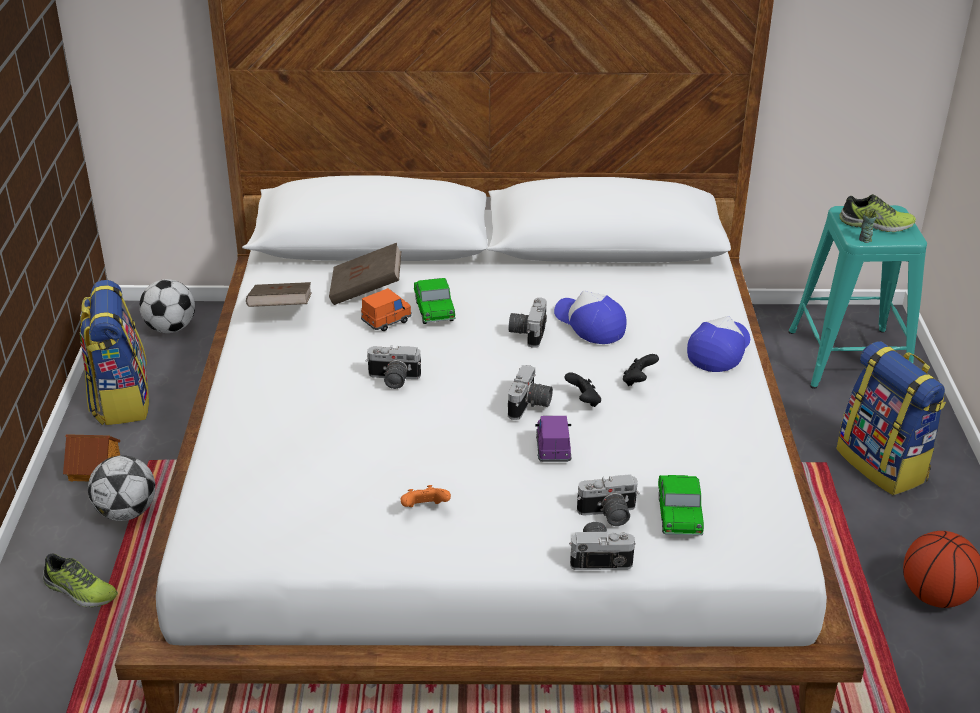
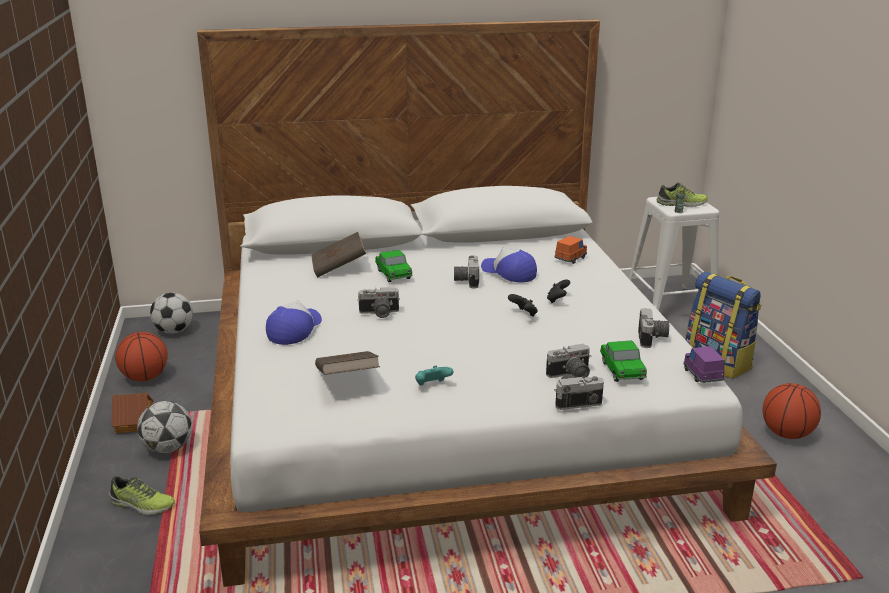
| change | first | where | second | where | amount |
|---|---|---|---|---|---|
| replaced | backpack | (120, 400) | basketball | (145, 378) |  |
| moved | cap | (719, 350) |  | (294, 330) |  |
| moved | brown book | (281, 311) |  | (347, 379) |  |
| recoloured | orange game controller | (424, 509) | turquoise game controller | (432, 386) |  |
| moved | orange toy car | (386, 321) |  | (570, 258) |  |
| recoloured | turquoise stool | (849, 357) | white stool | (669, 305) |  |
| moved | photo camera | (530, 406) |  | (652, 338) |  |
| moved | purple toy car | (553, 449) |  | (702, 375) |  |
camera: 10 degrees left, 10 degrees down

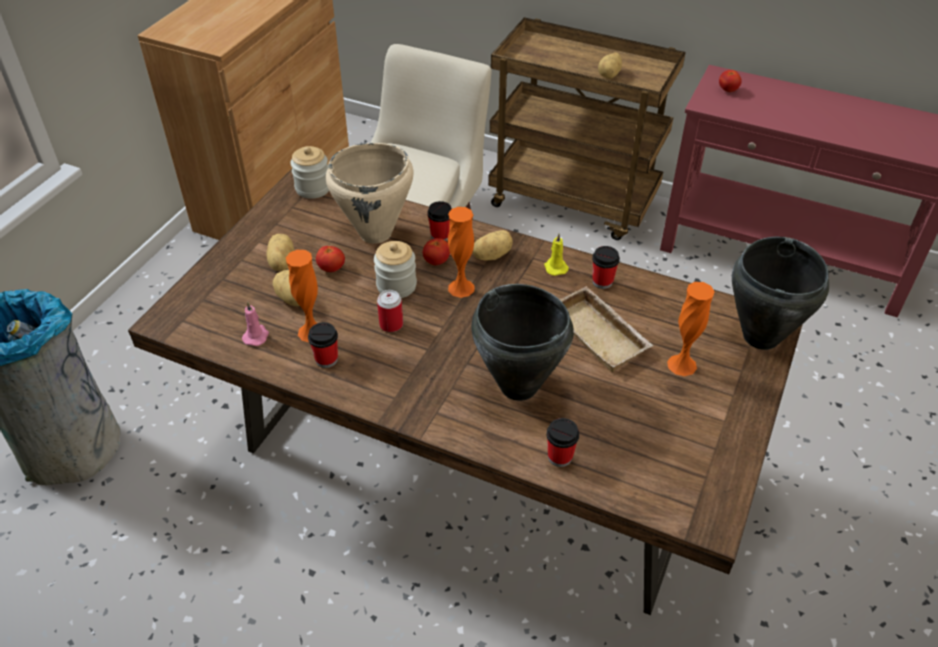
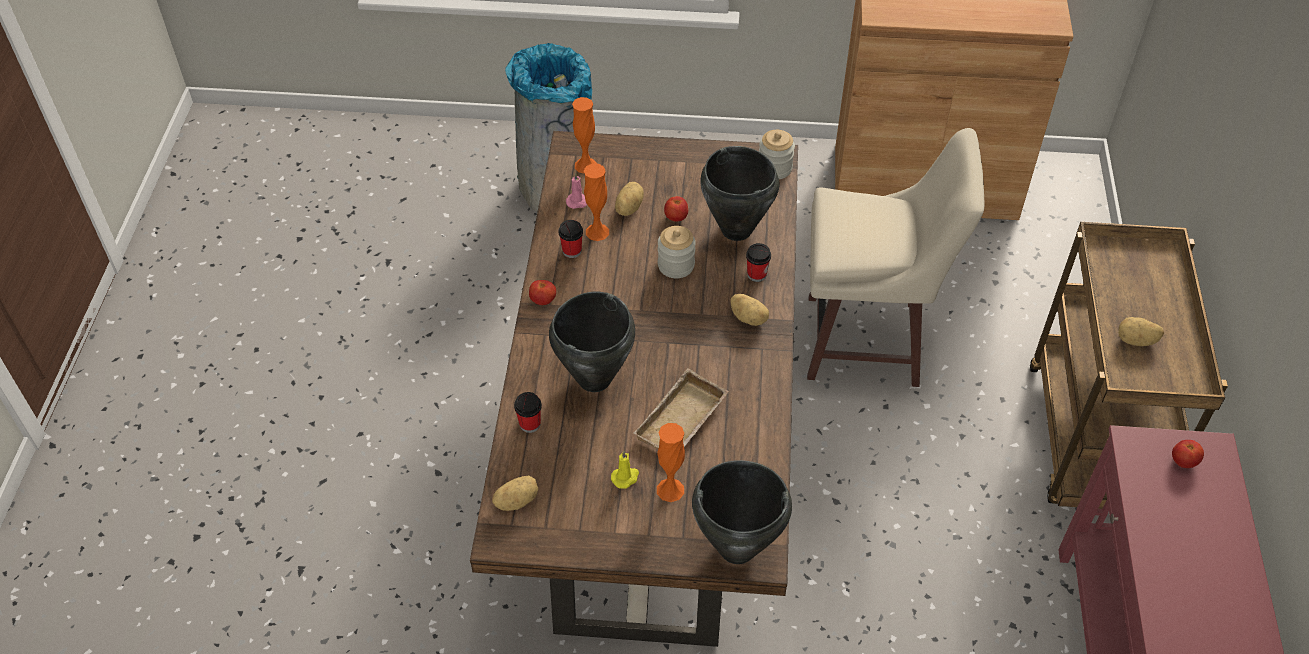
| change | first | where | second | where | amount |
|---|---|---|---|---|---|
| moved | potato | (281, 263) |  | (516, 500) |  |
| moved | tomato | (436, 261) |  | (543, 300) |  |
| moved | orange vase | (461, 288) |  | (586, 165) |  |
| moved | yellow candle | (555, 267) |  | (625, 477) |  |
| recoloured | beige cooking pot | (376, 233) | black cooking pot | (736, 230) |  |
| removed | can | (391, 324) |  |  |  |
| removed | cup | (602, 282) |  |  |  |
camera: 70 degrees right, 5 degrees up

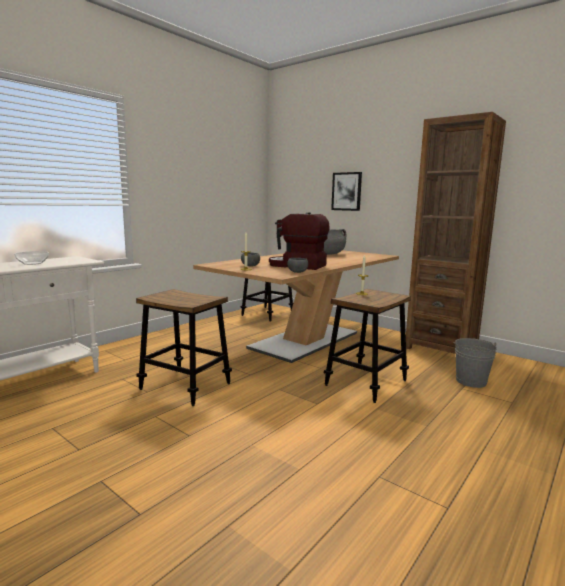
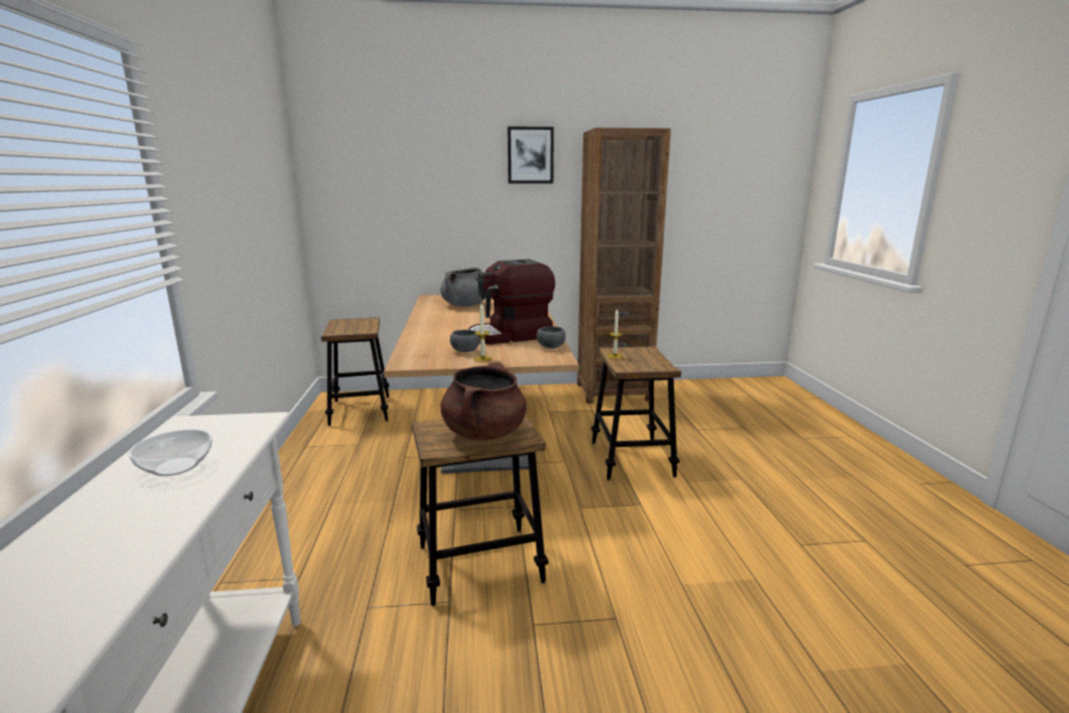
| change | first | where | second | where | amount |
|---|---|---|---|---|---|
| added |  |  | brown cooking pot | (484, 433) |  |
| moved | picture | (346, 191) |  | (530, 155) |  |
| removed | grey bucket | (471, 381) |  |  |  |
camera: 45 degrees left, 5 degrees up

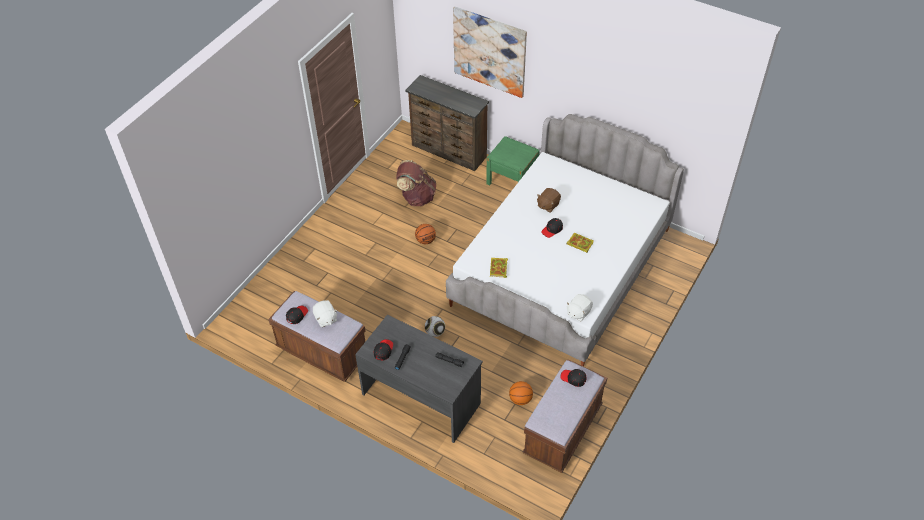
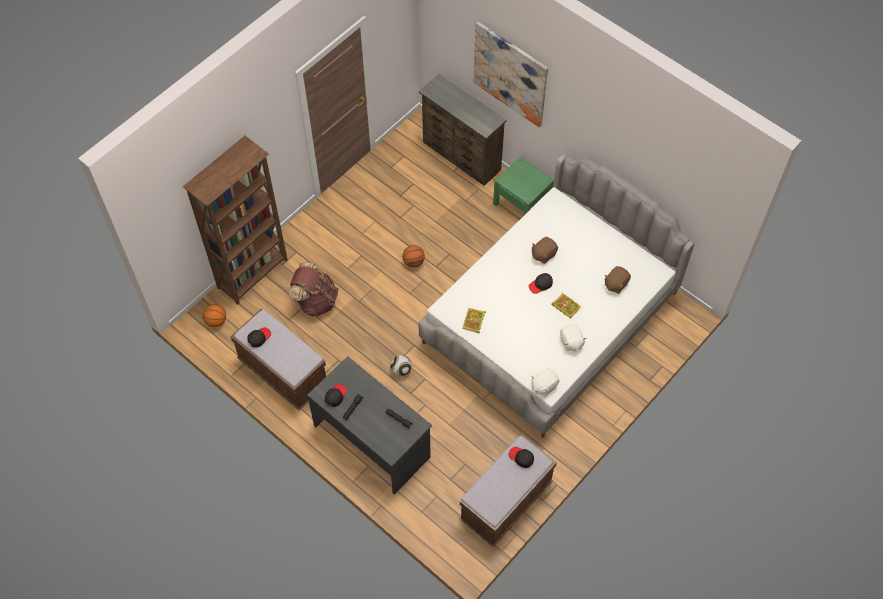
| change | first | where | second | where | amount |
|---|---|---|---|---|---|
| added |  |  | brown bookcase | (253, 274) |  |
| moved | basketball | (520, 399) |  | (216, 321) |  |
| moved | brown backpack | (416, 197) |  | (316, 301) |  |
| moved | white plush toy | (325, 319) |  | (571, 342) |  |
| added |  |  | brown plush toy | (615, 284) |  |
camera: 10 degrees right, 10 degrees up

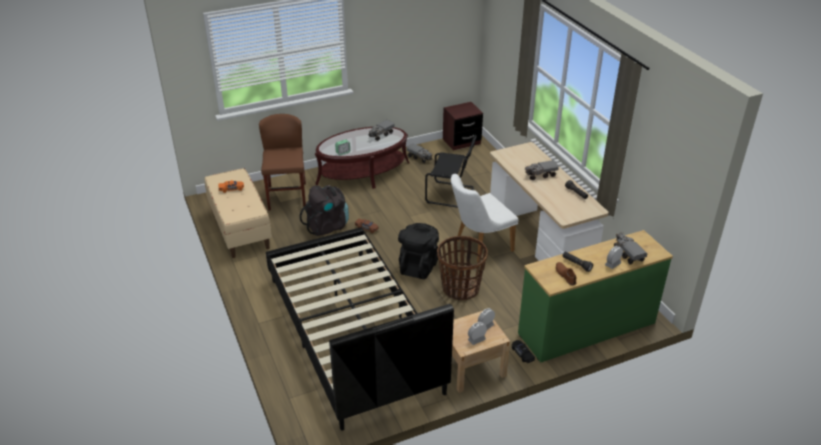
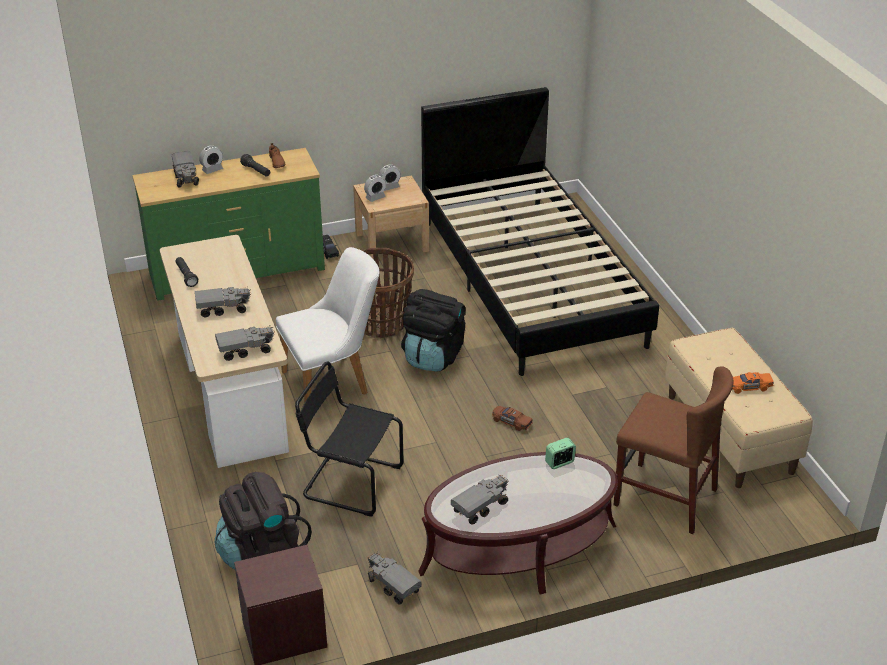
| change | first | where | second | where | amount |
|---|---|---|---|---|---|
| added |  |  | toy truck | (245, 350) |  |
| moved | black backpack | (327, 226) |  | (261, 552) |  |
| turned | brown chair | (287, 196) |  | (665, 497) | 60 degrees counterclockwise |
camera: 175 degrees left, 0 degrees up

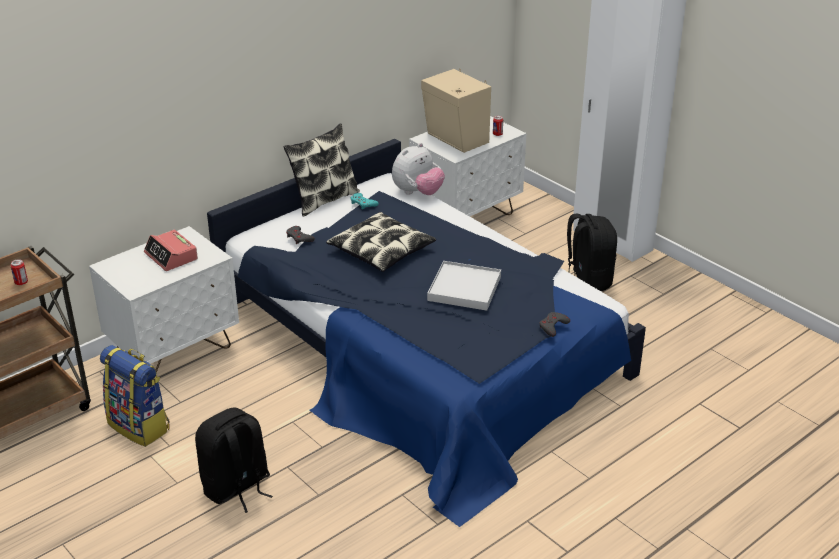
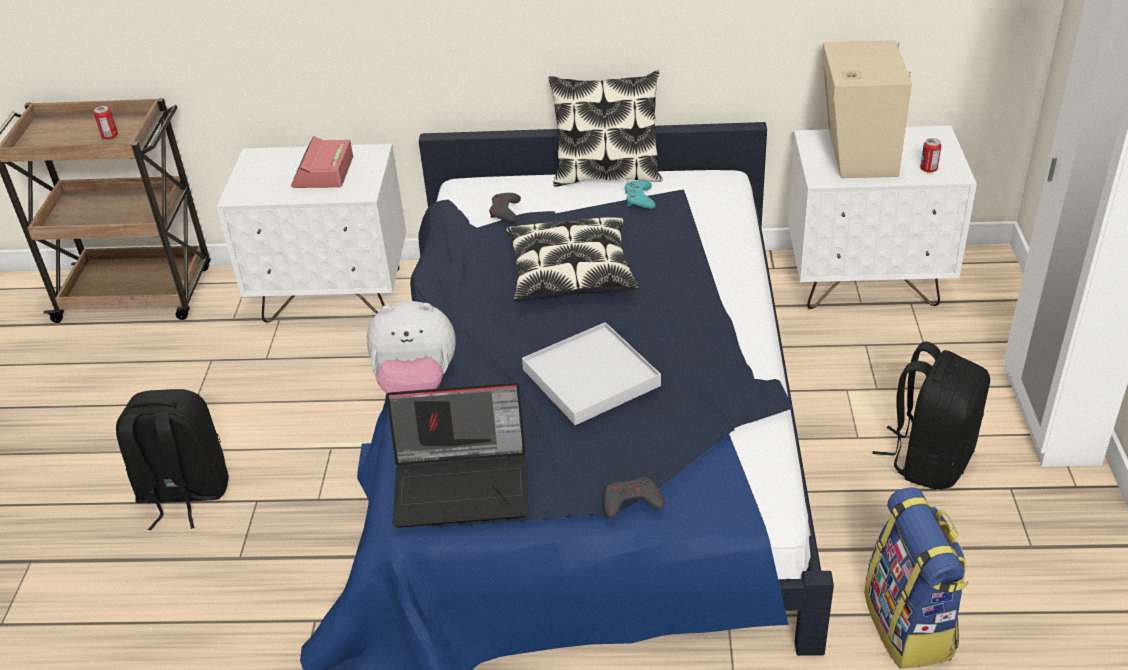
| change | first | where | second | where | amount |
|---|---|---|---|---|---|
| moved | plush toy | (417, 193) |  | (416, 386) |  |
| added |  |  | laptop | (463, 483) |  |
| moved | backpack | (140, 426) |  | (910, 625) |  |
camera: 45 degrees right, 5 degrees up

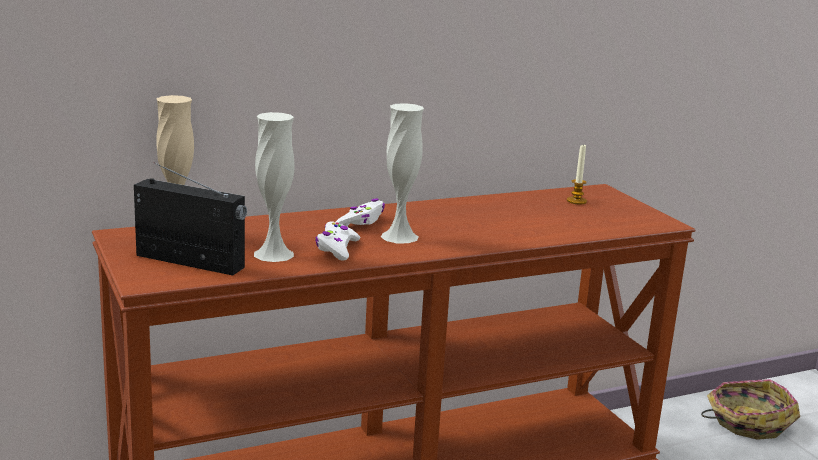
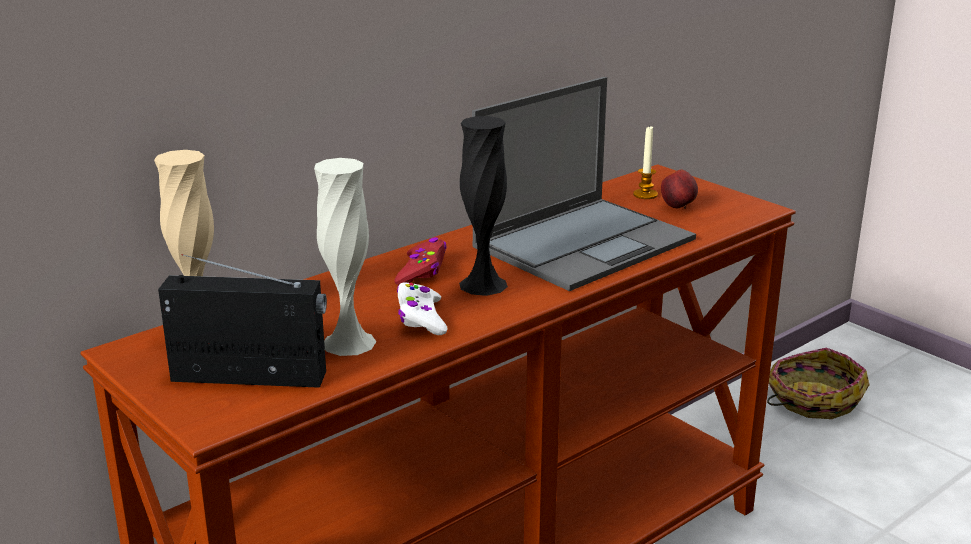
| change | first | where | second | where | amount |
|---|---|---|---|---|---|
| recoloured | white game controller | (361, 222) | red game controller | (422, 271) |  |
| recoloured | white vase | (399, 236) | black vase | (483, 284) |  |
| added |  |  | laptop | (585, 242) |  |
| added |  |  | apple | (678, 207) |  |
camera: 15 degrees left, 5 degrees up

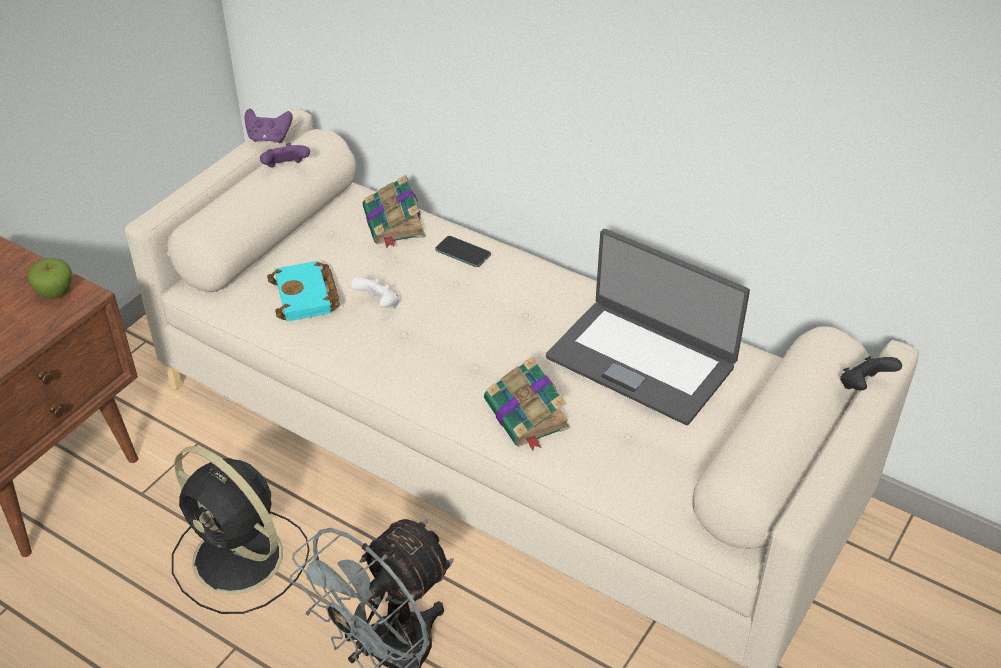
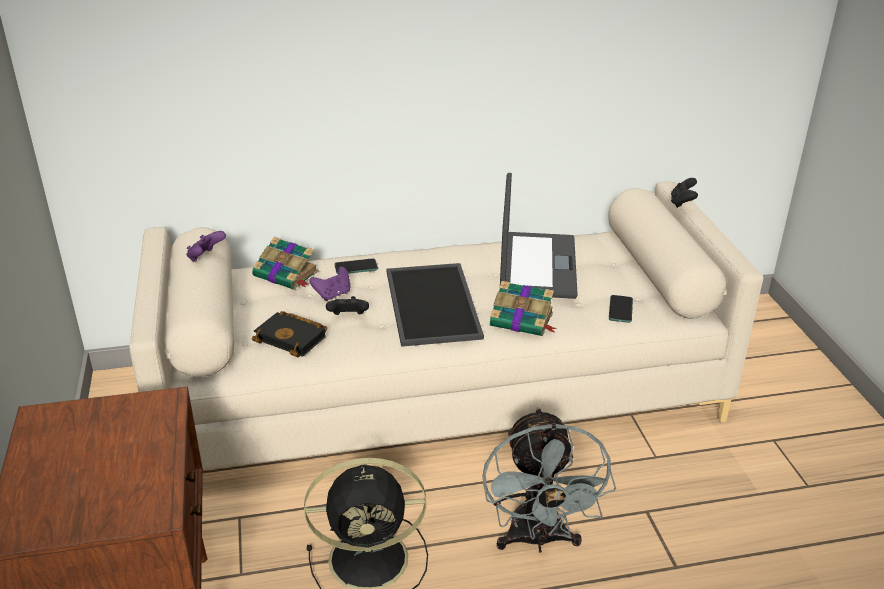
| change | first | where | second | where | amount |
|---|---|---|---|---|---|
| recoloured | turquoise book | (307, 297) | black book | (293, 338) |  |
| moved | purple game controller | (269, 138) |  | (333, 295) |  |
| recoloured | white game controller | (378, 305) | black game controller | (348, 317) |  |
| added |  |  | tray | (435, 304) |  |
| turned | laptop | (642, 360) |  | (536, 265) | 75 degrees counterclockwise |
| added |  |  | phone | (620, 309) |  |
| removed | apple | (55, 293) |  |  |  |
camera: 45 degrees left, 10 degrees down

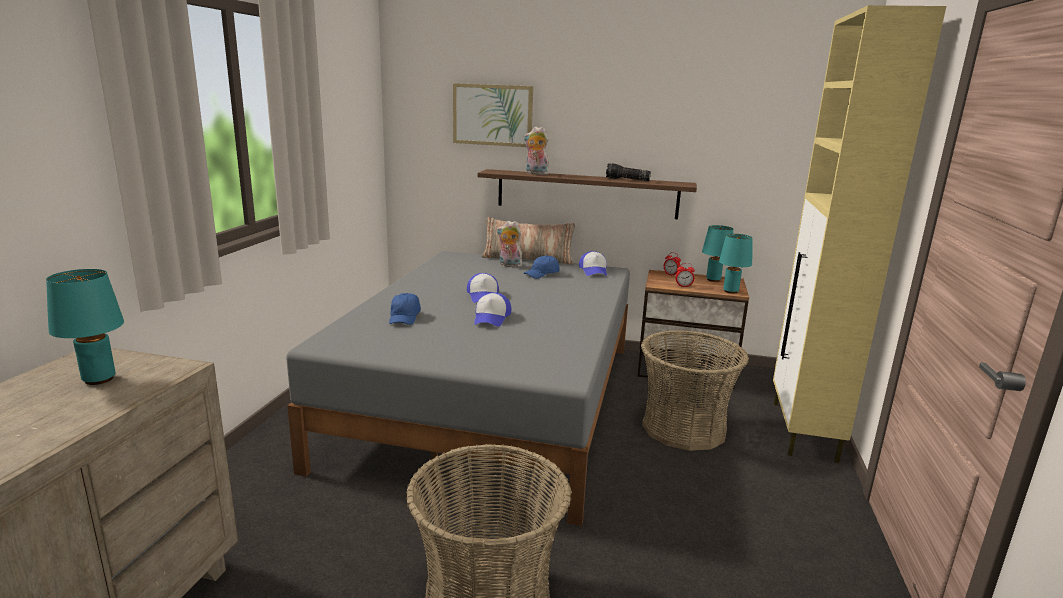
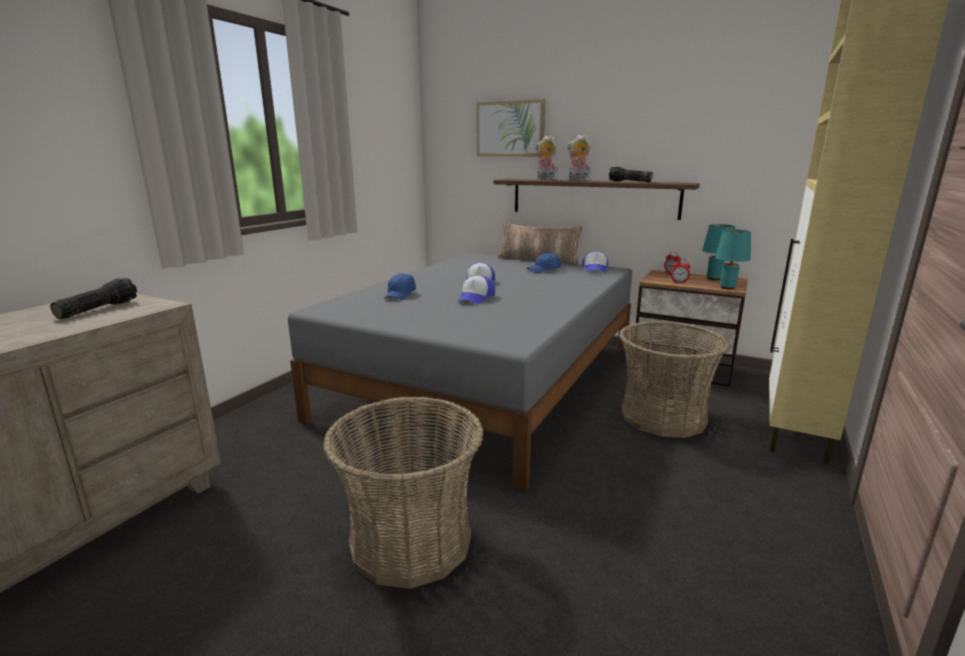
| change | first | where | second | where | amount |
|---|---|---|---|---|---|
| replaced | turquoise table lamp | (99, 379) | flashlight | (97, 309) |  |
| moved | plush toy | (509, 265) |  | (578, 181) |  |
camera: 15 degrees right, 0 degrees up

